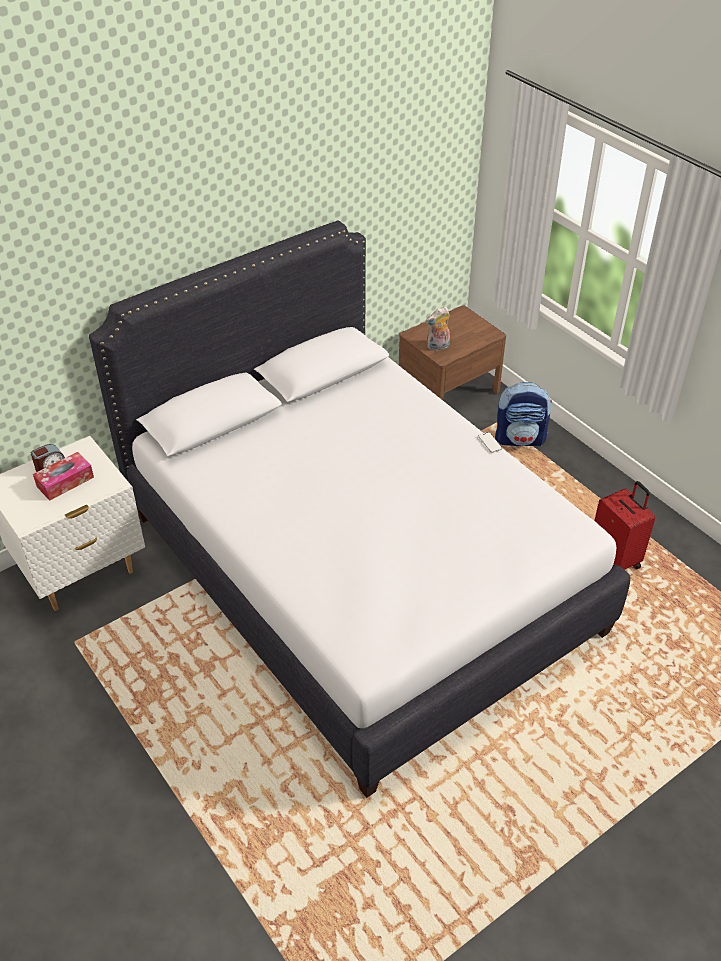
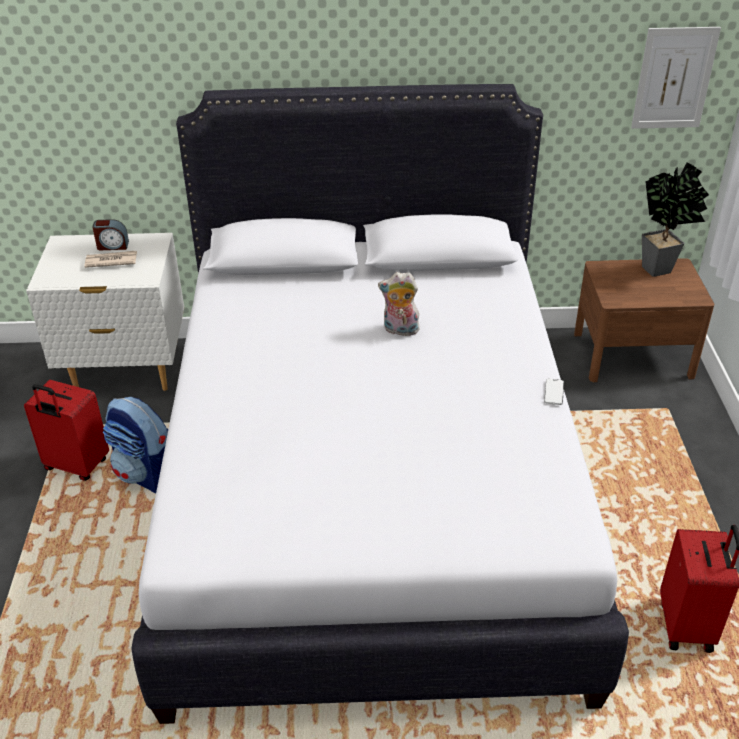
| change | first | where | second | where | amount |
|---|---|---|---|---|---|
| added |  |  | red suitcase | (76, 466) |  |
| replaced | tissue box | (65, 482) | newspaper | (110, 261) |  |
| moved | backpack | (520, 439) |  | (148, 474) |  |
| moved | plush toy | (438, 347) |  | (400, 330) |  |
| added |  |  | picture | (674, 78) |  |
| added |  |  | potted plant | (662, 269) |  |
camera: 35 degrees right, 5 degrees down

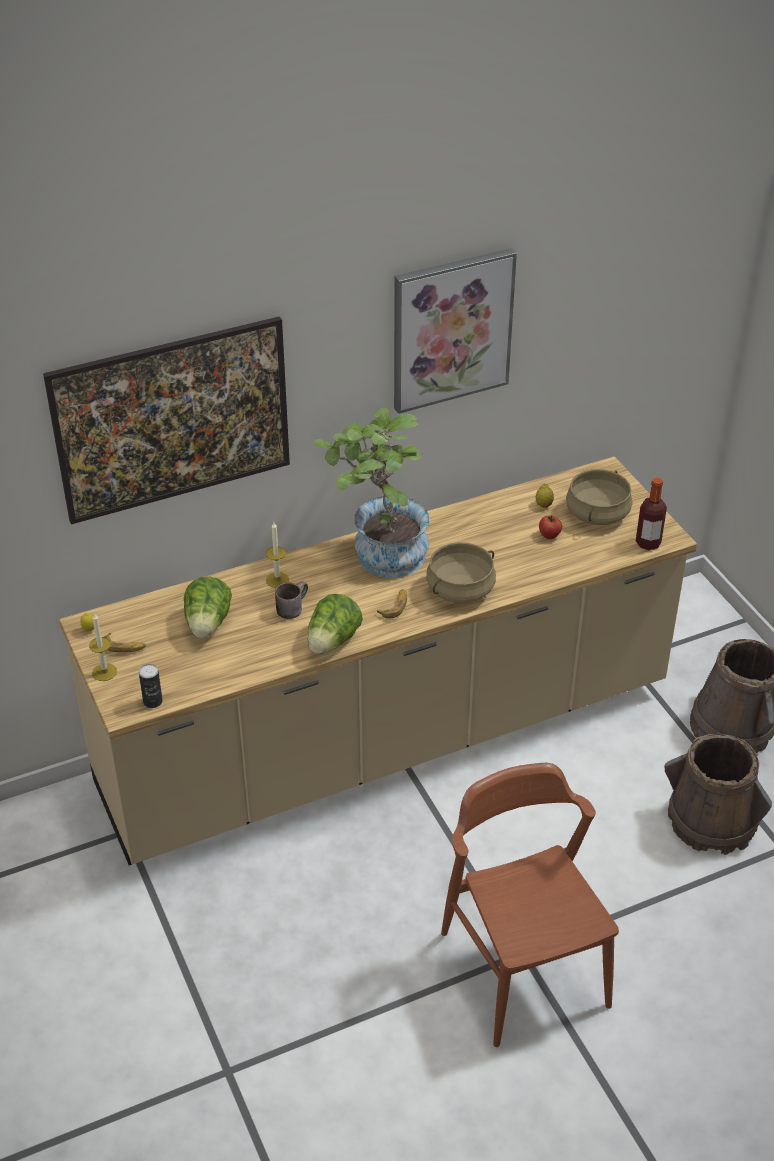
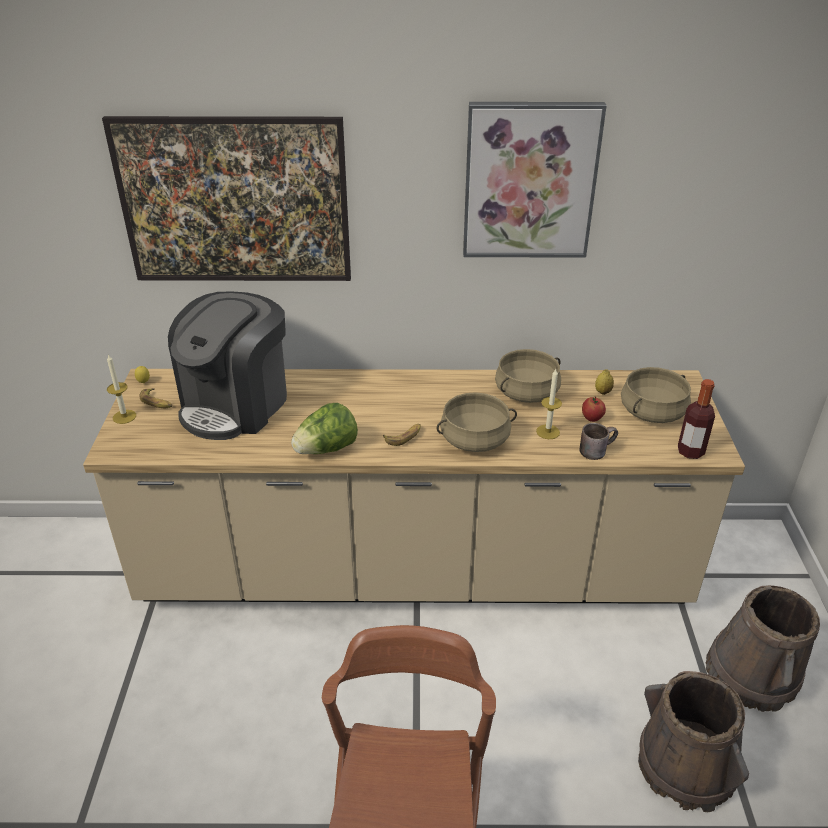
| change | first | where | second | where | amount |
|---|---|---|---|---|---|
| replaced | lettuce | (208, 624) | coffee machine | (236, 405) |  |
| added |  |  | beige cooking pot | (526, 393) |  |
| moved | candle | (277, 580) |  | (548, 432) |  |
| moved | brown mug | (291, 607) |  | (595, 449) |  |
| removed | can | (153, 701) |  |  |  |
| removed | potted plant | (380, 554) |  |  |  |
camera: 25 degrees right, 5 degrees down

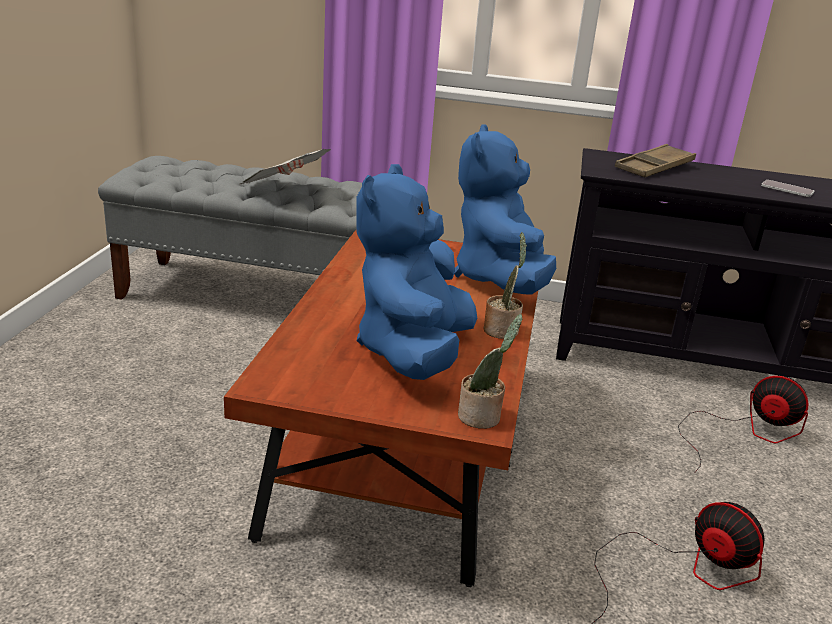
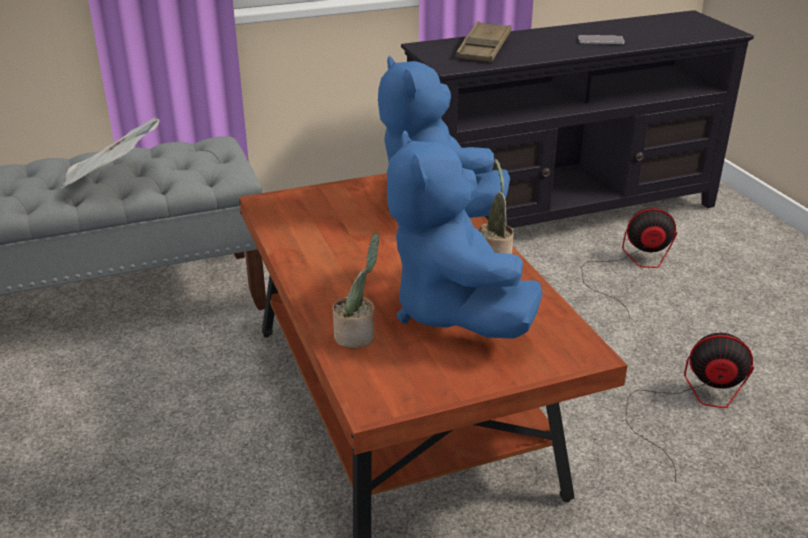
| change | first | where | second | where | amount |
|---|---|---|---|---|---|
| moved | potted plant | (482, 417) |  | (357, 336) |  |
camera: 30 degrees left, 5 degrees up

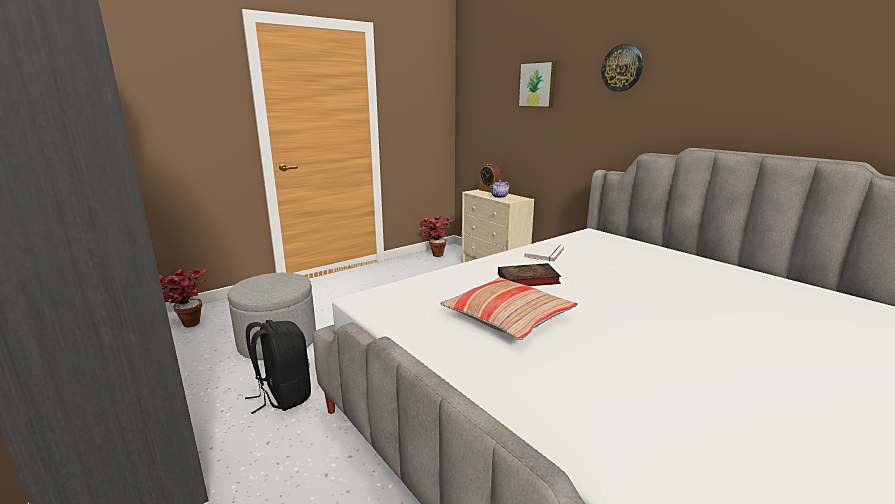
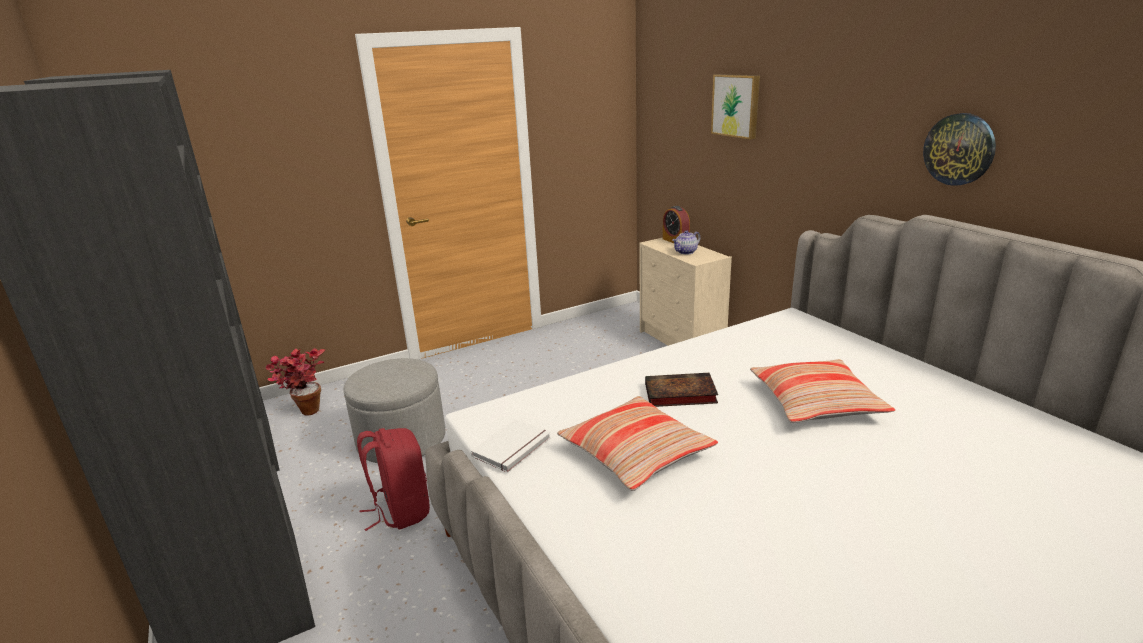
| change | first | where | second | where | amount |
|---|---|---|---|---|---|
| recoloured | black backpack | (283, 396) | red backpack | (400, 510) |  |
| moved | white book | (546, 253) |  | (513, 448) |  |
| added |  |  | pillow | (816, 402) |  |
| moved | wall clock | (622, 68) |  | (959, 149) |  |
| removed | potted plant | (435, 254) |  |  |  |
camera: 10 degrees right, 5 degrees up

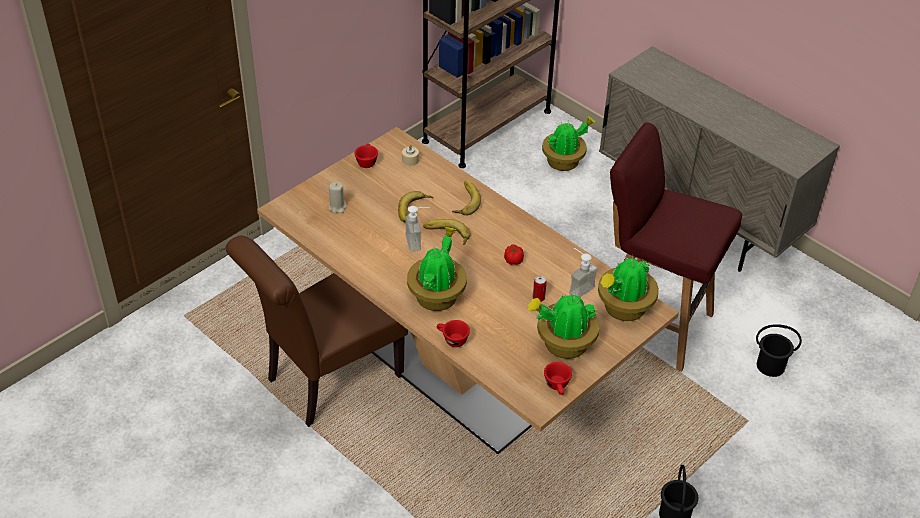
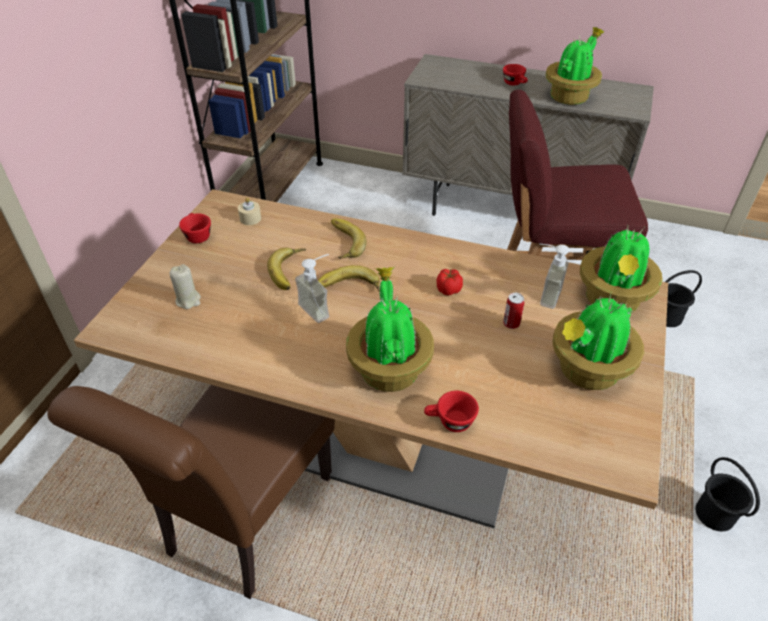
| change | first | where | second | where | amount |
|---|---|---|---|---|---|
| moved | red cup | (558, 387) |  | (515, 84) |  |
| moved | potted plant | (564, 162) |  | (570, 96) |  |
camera: 25 degrees left, 0 degrees up

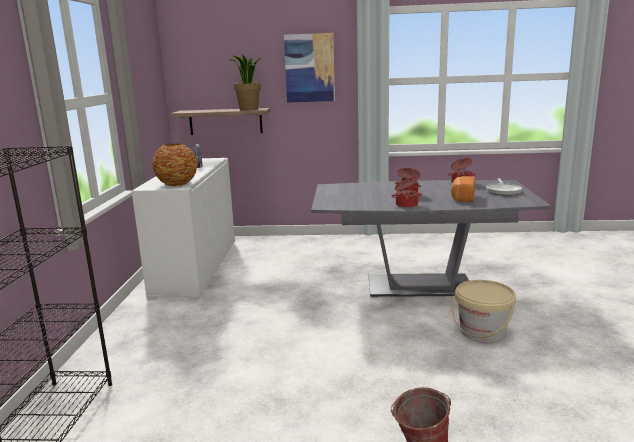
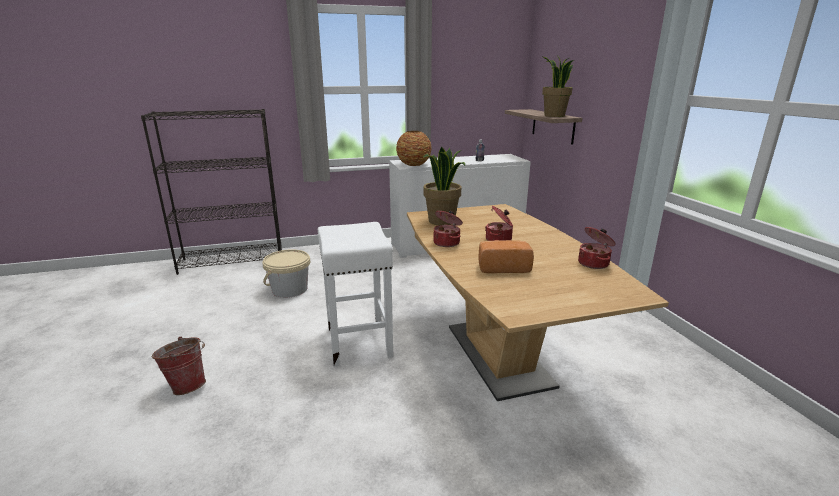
| change | first | where | second | where | amount |
|---|---|---|---|---|---|
| moved | beige bucket | (482, 331) |  | (290, 289) |  |
| added |  |  | white stool | (358, 341) |  |
| recoloured | grey dining table | (419, 286) | brown dining table | (498, 355) |  |
| added |  |  | potted plant | (442, 221) |  |
| removed | picture | (309, 68) |  |  |  |
| removed | frying pan | (503, 191) |  |  |  |
camera: 70 degrees right, 5 degrees up

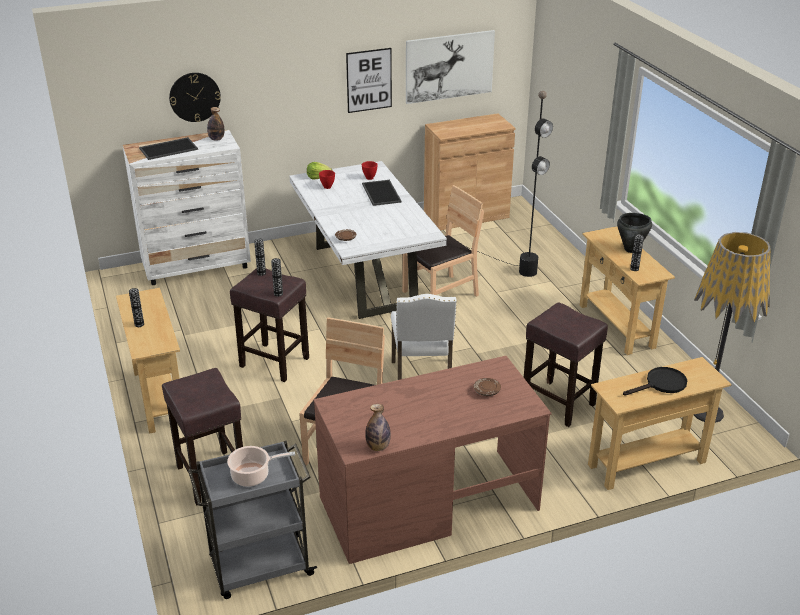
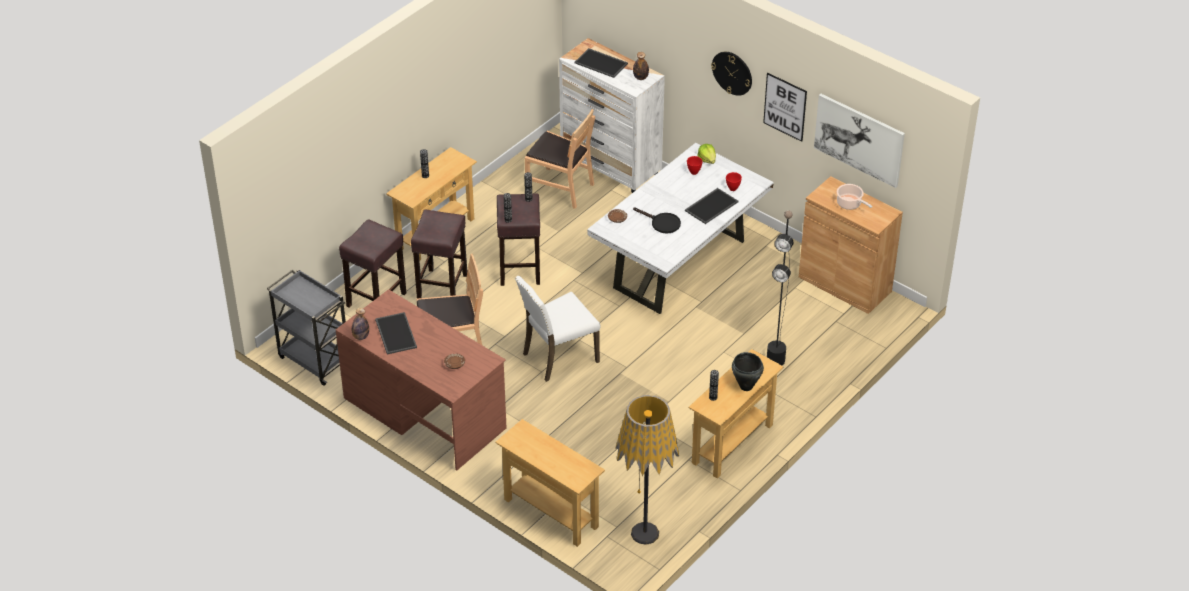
| change | first | where | second | where | amount |
|---|---|---|---|---|---|
| added |  |  | tray | (395, 333) |  |
| moved | brown stool | (559, 404) |  | (442, 288) |  |
| moved | brown chair | (441, 294) |  | (560, 188) |  |
| moved | black frying pan | (661, 384) |  | (662, 223) |  |
| moved | wall clock | (194, 97) |  | (732, 73) |  |
| moved | cooking pot | (253, 475) |  | (850, 204) |  |
camera: 60 degrees right, 10 degrees up

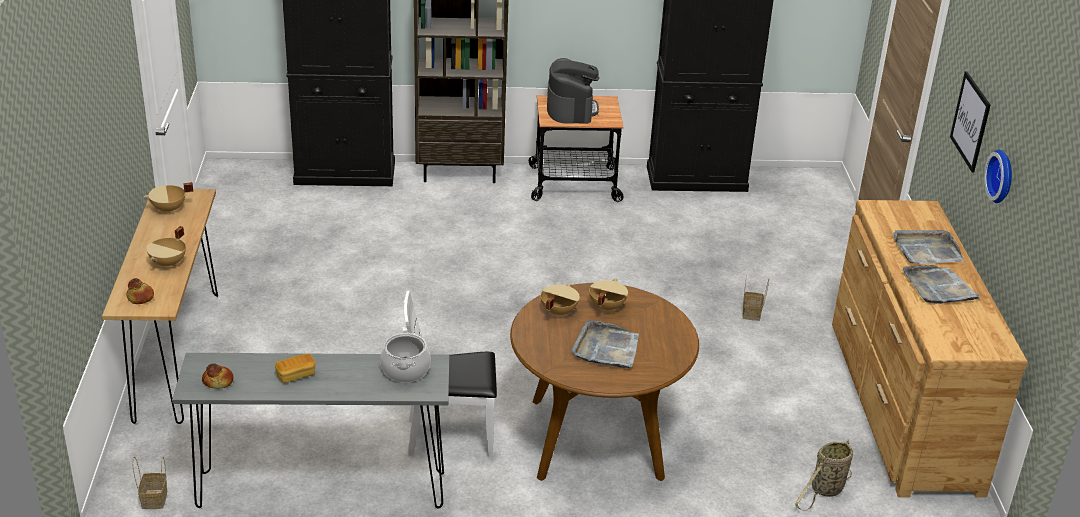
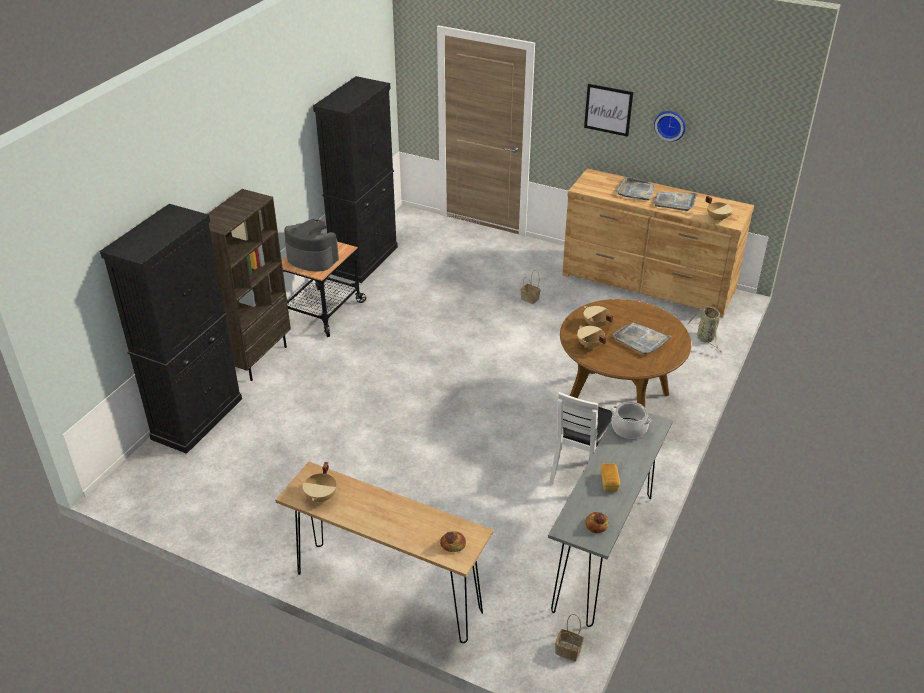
| change | first | where | second | where | amount |
|---|---|---|---|---|---|
| moved | beige cooking pot | (169, 263) |  | (717, 218) |  |
camera: 60 degrees left, 5 degrees up

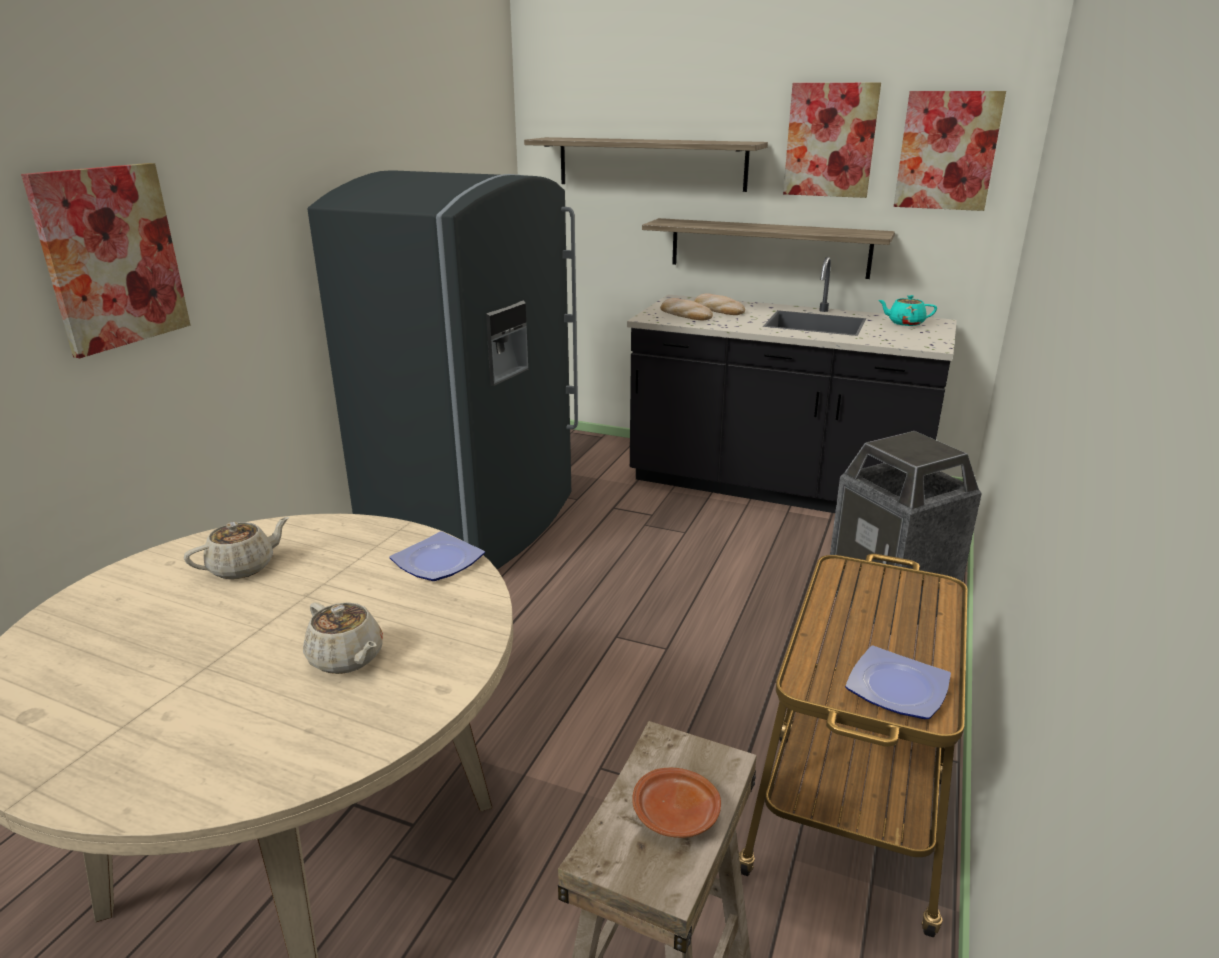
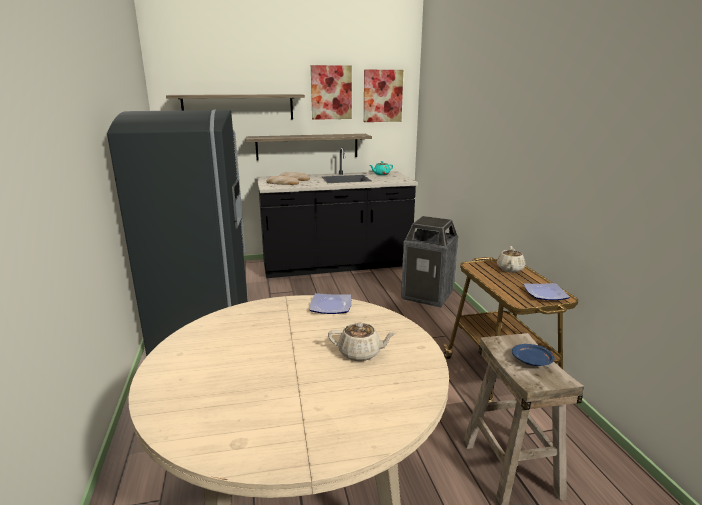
| change | first | where | second | where | amount |
|---|---|---|---|---|---|
| moved | beige teapot | (243, 567) |  | (510, 268) |  |
| recoloured | brown plate | (676, 815) | blue plate | (532, 361) |  |
| removed | picture | (111, 257) |  |  |  |
camera: 35 degrees left, 5 degrees down

